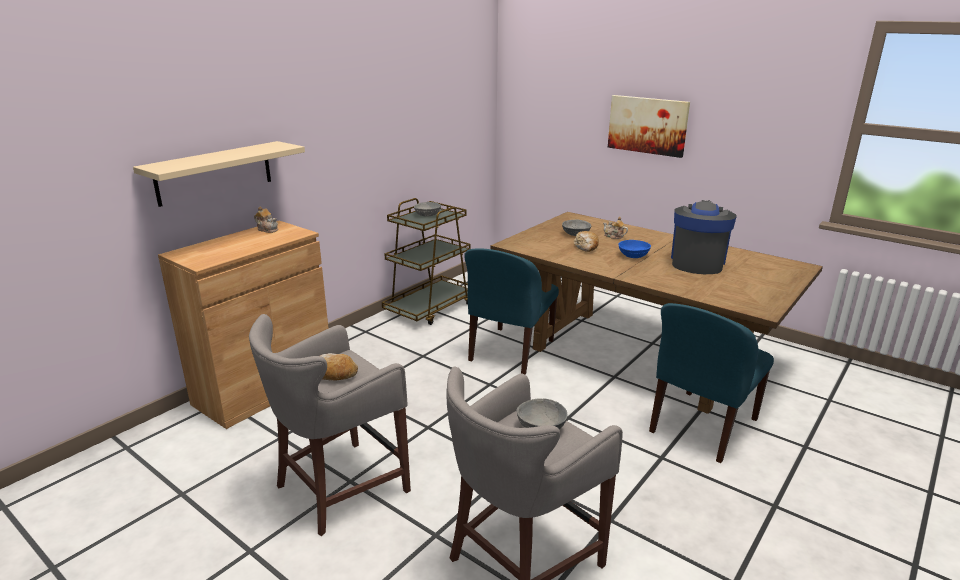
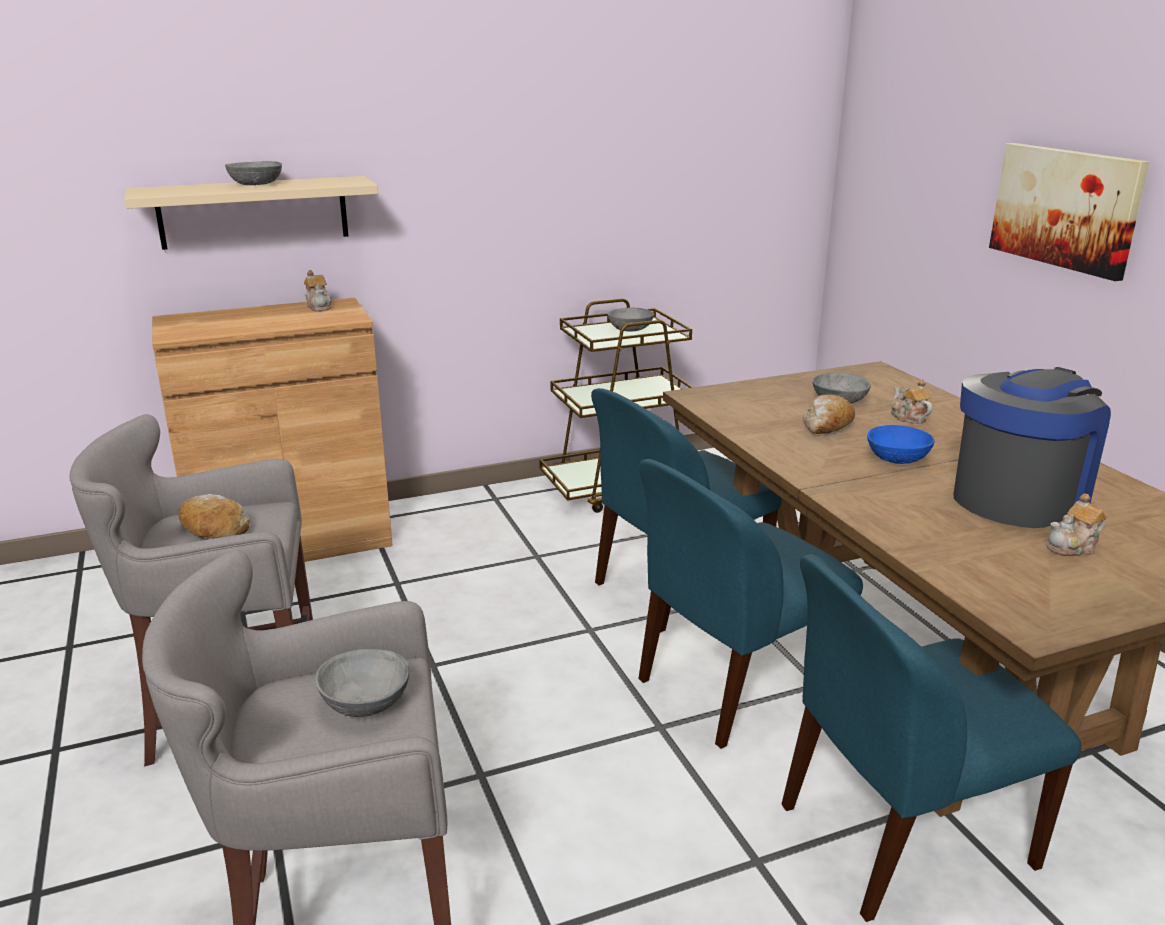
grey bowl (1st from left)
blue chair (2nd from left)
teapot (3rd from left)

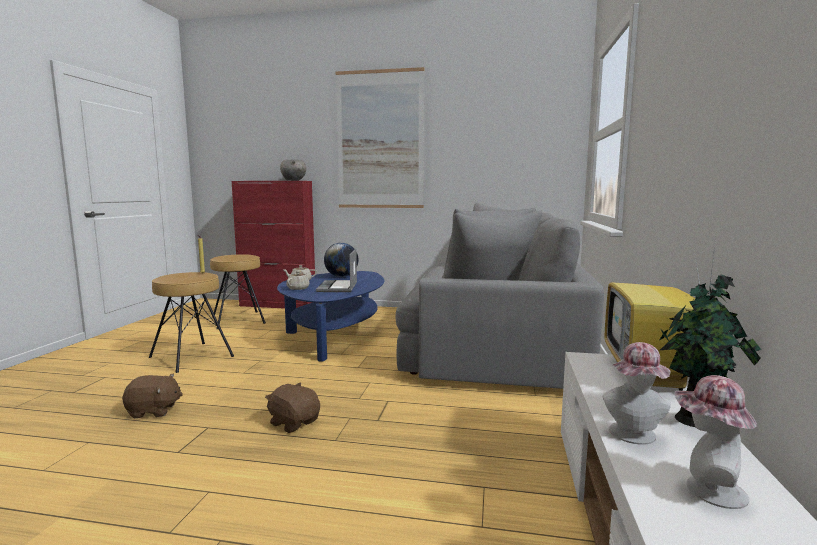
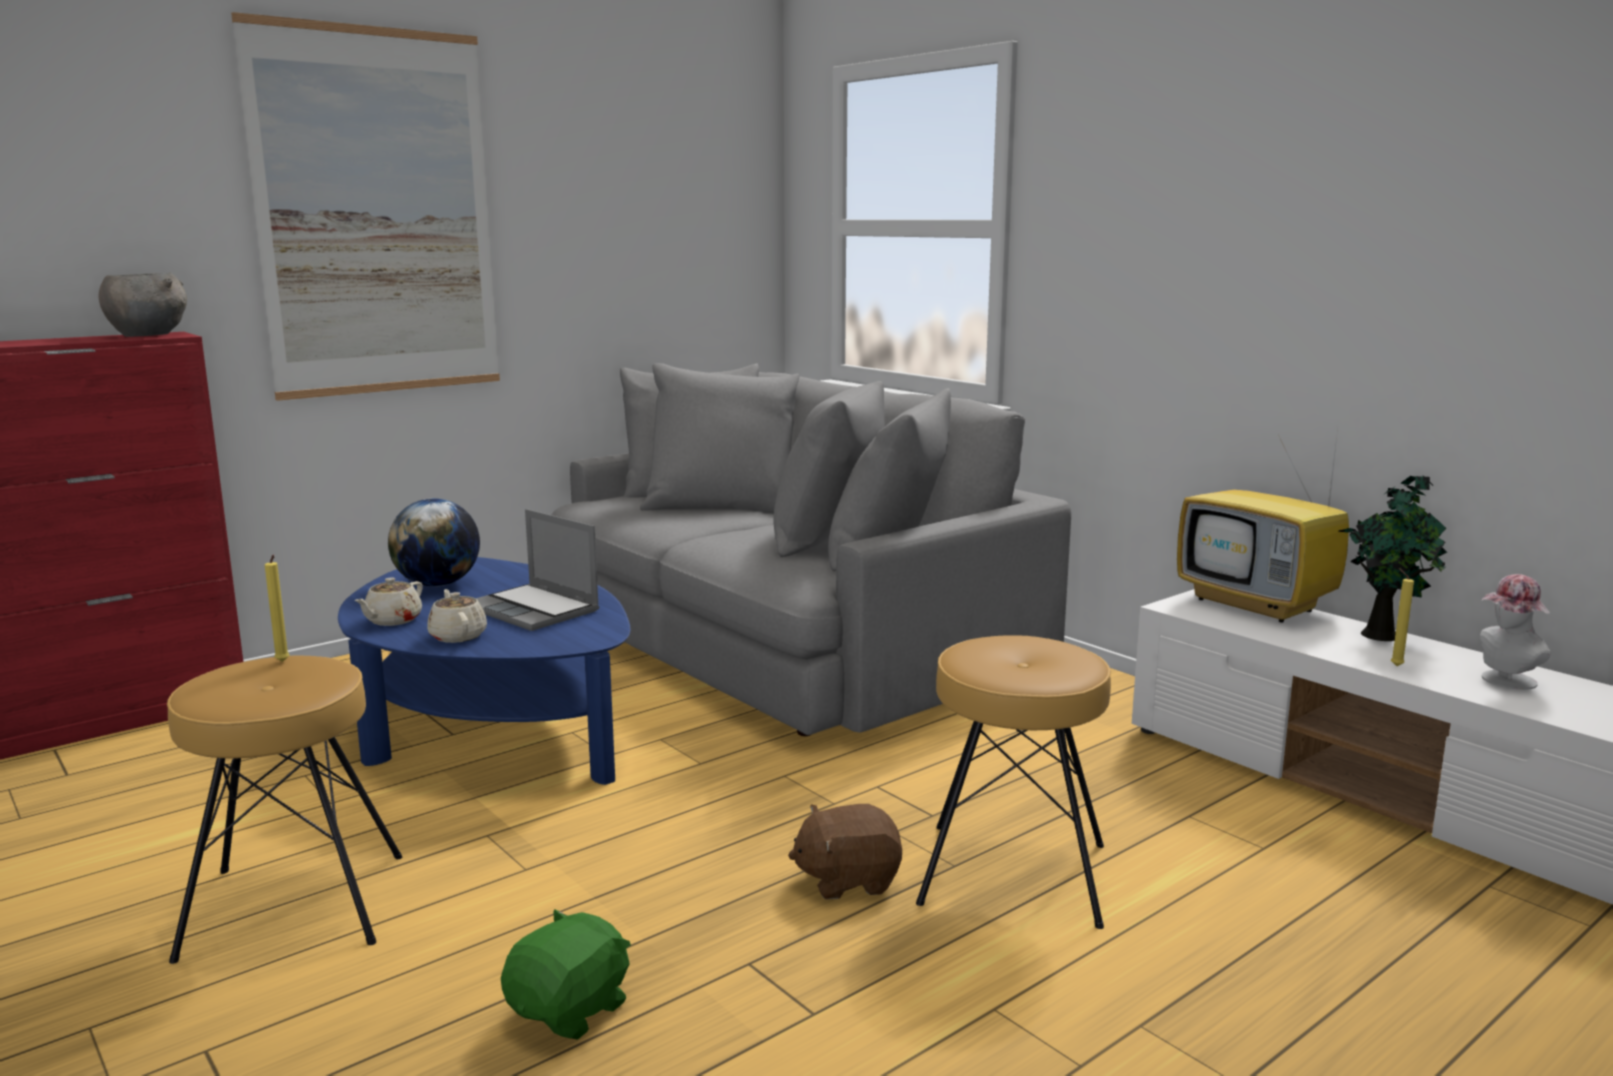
brown stool (2nd from left)
yellow candle (2nd from left)
green plush toy

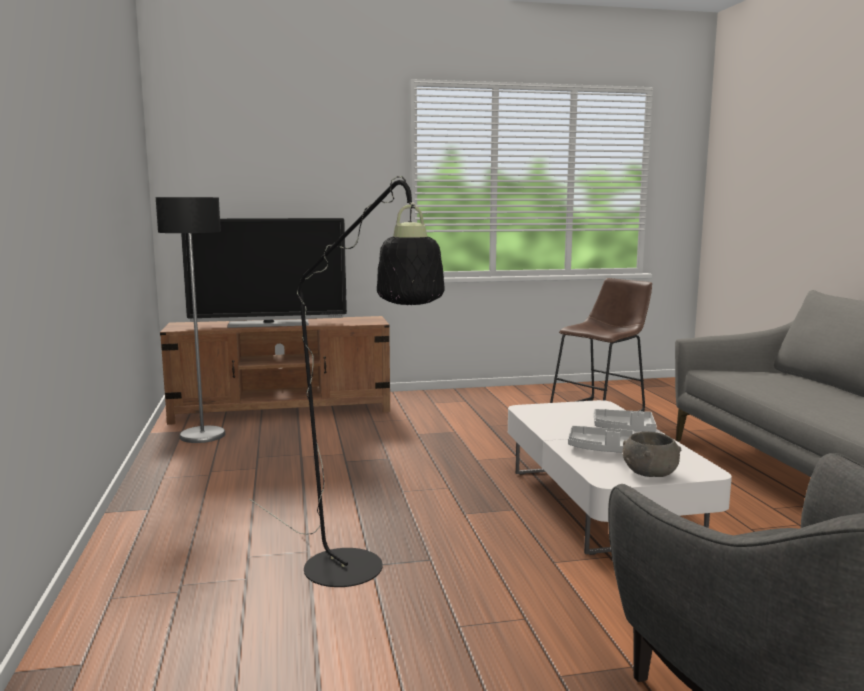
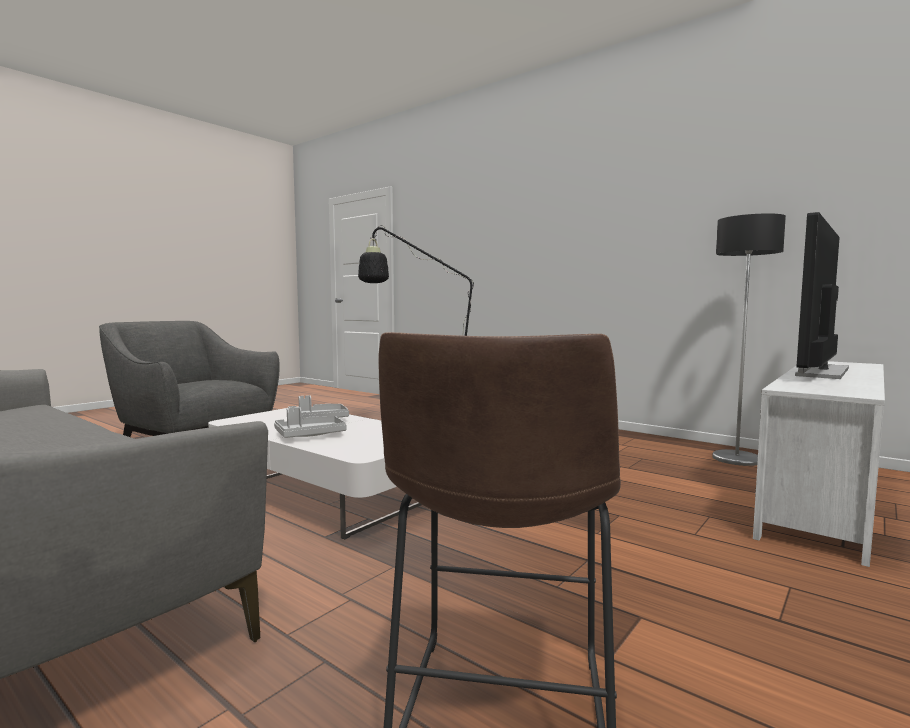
white tv stand
grey bowl

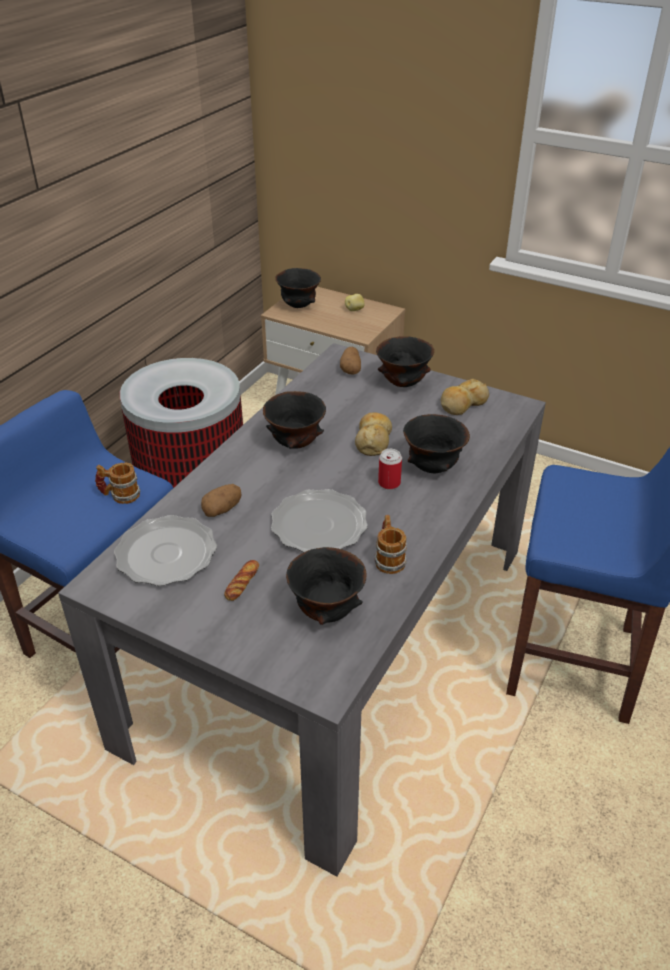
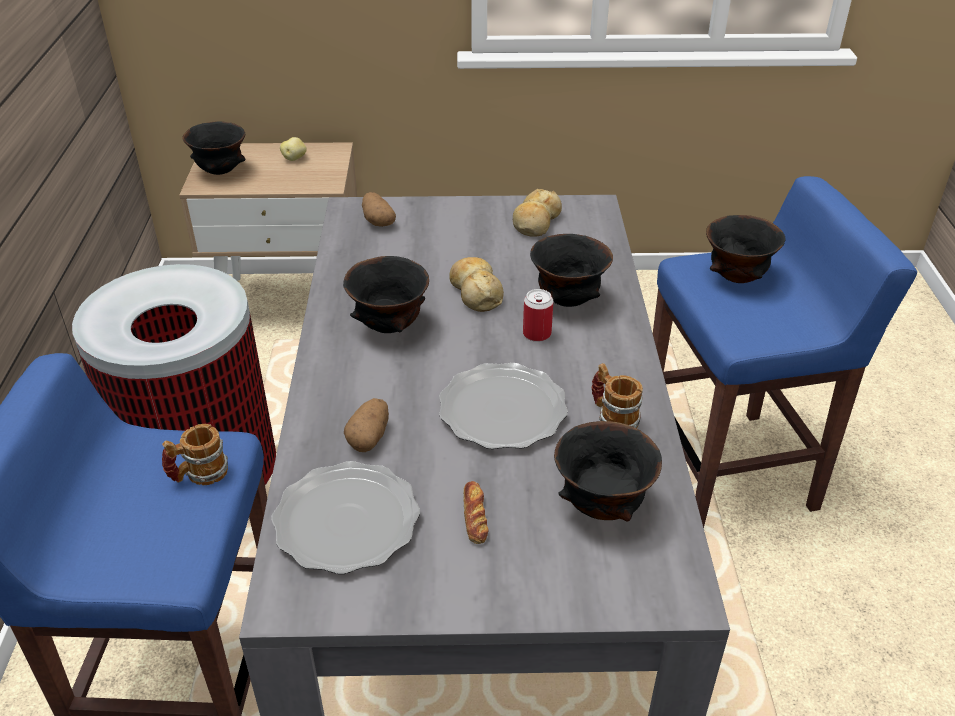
black bowl (5th from left)

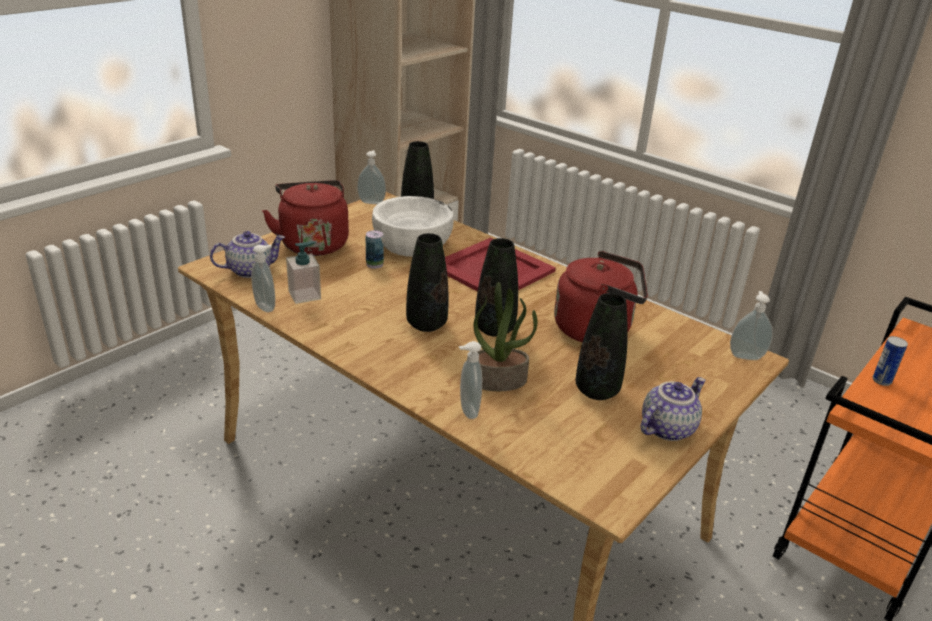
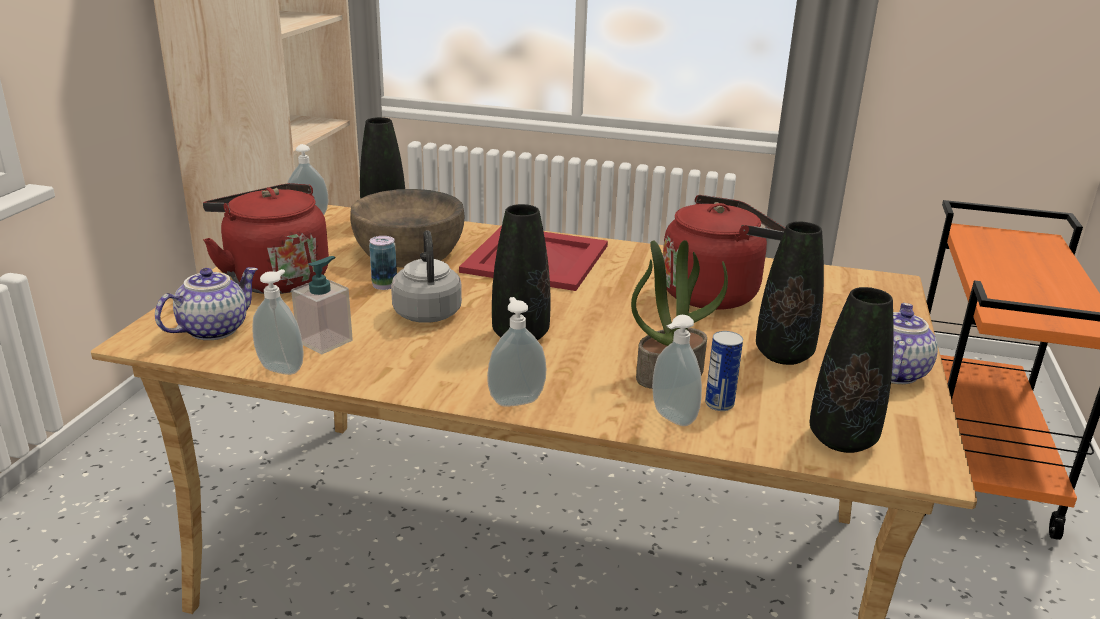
brown bowl
black vase (4th from left)
soap dispenser (4th from left)
can (2nd from left)
grey kettle

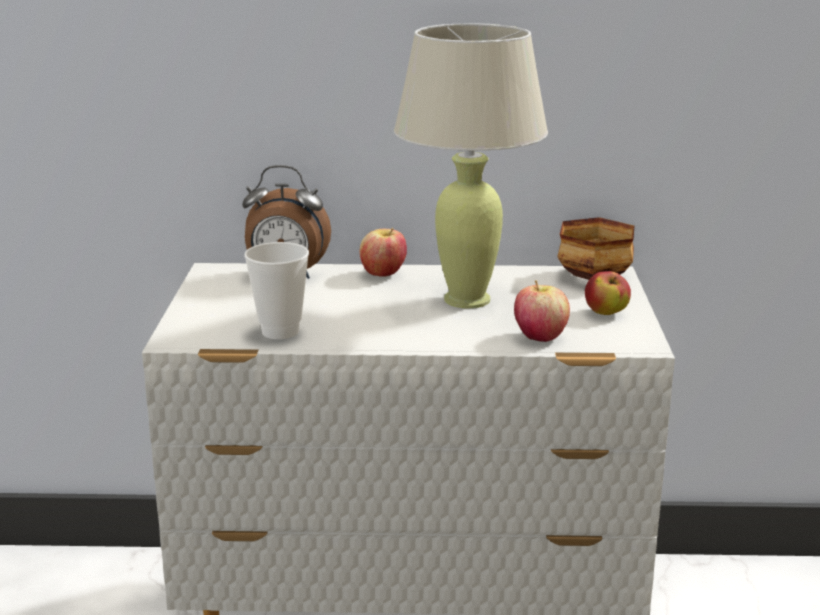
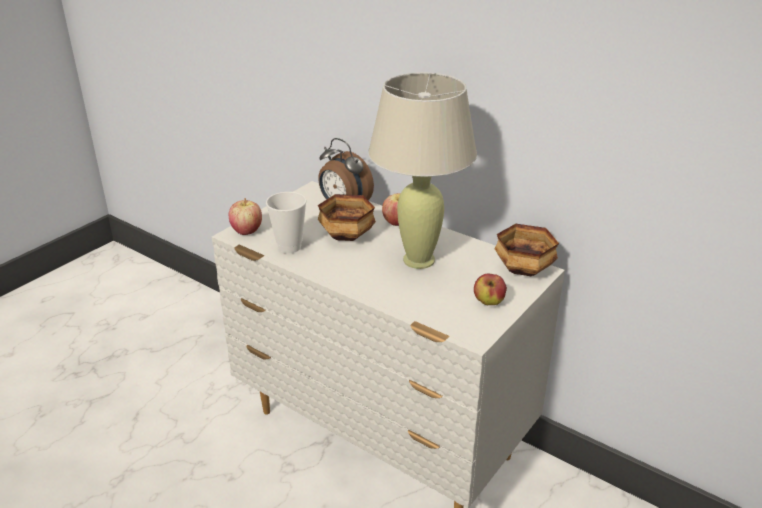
apple (1st from left)
bowl (1st from left)

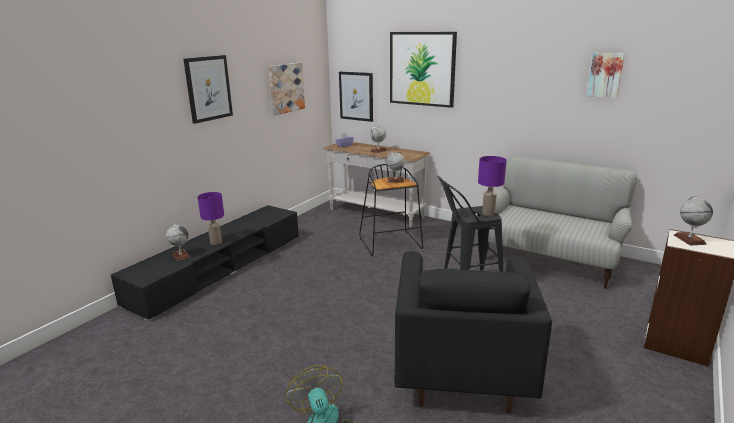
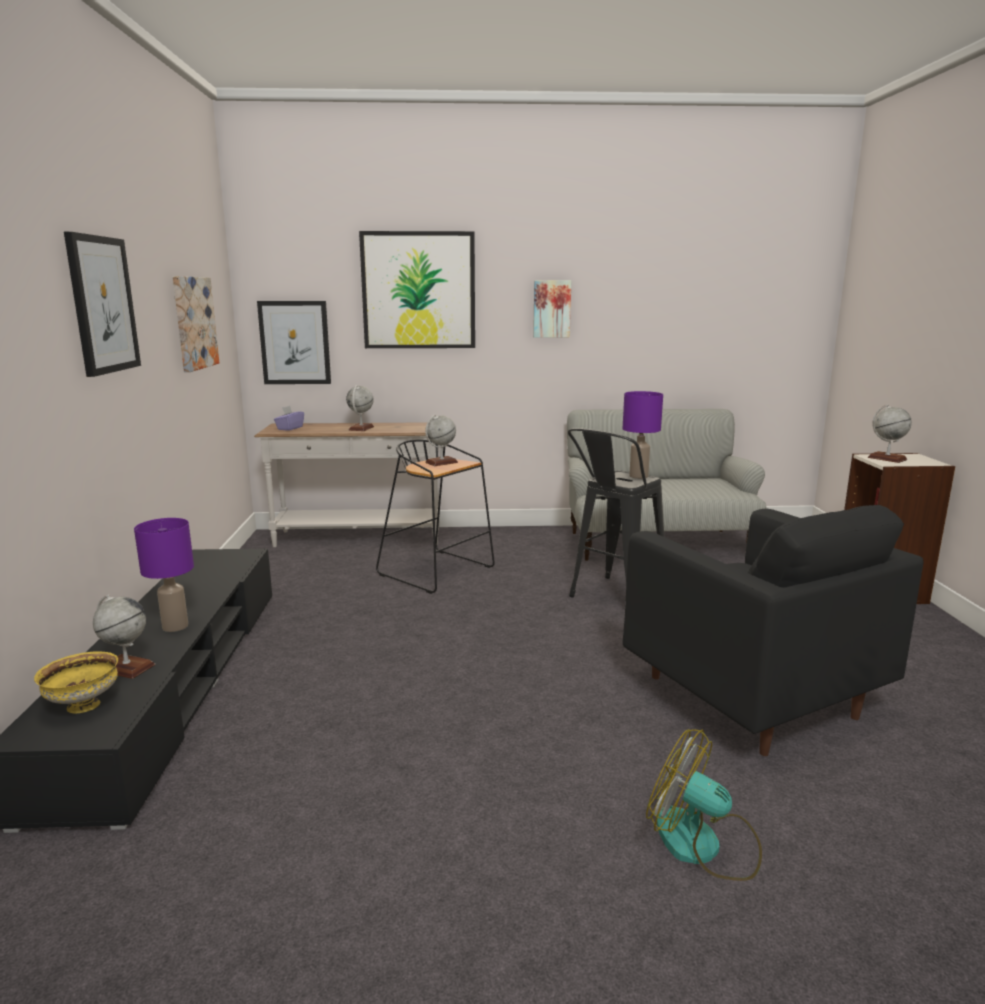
picture (5th from left)
yellow bowl

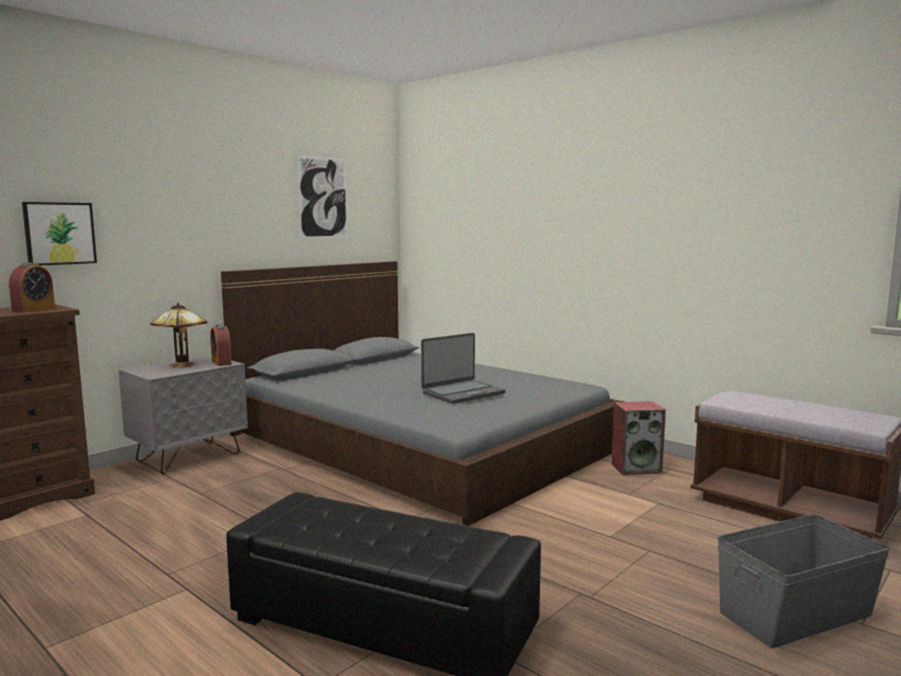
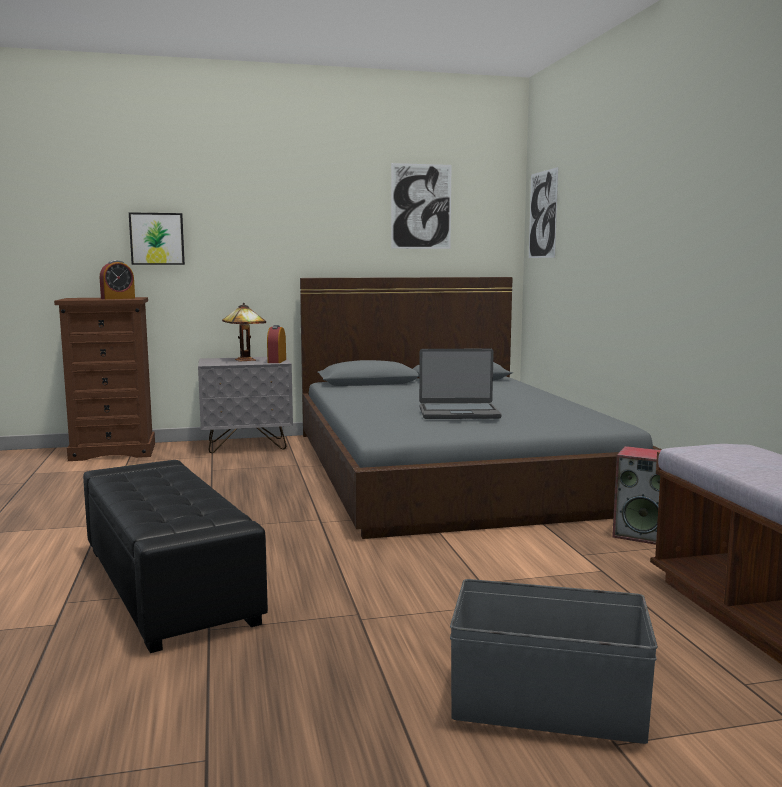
picture (3rd from left)

